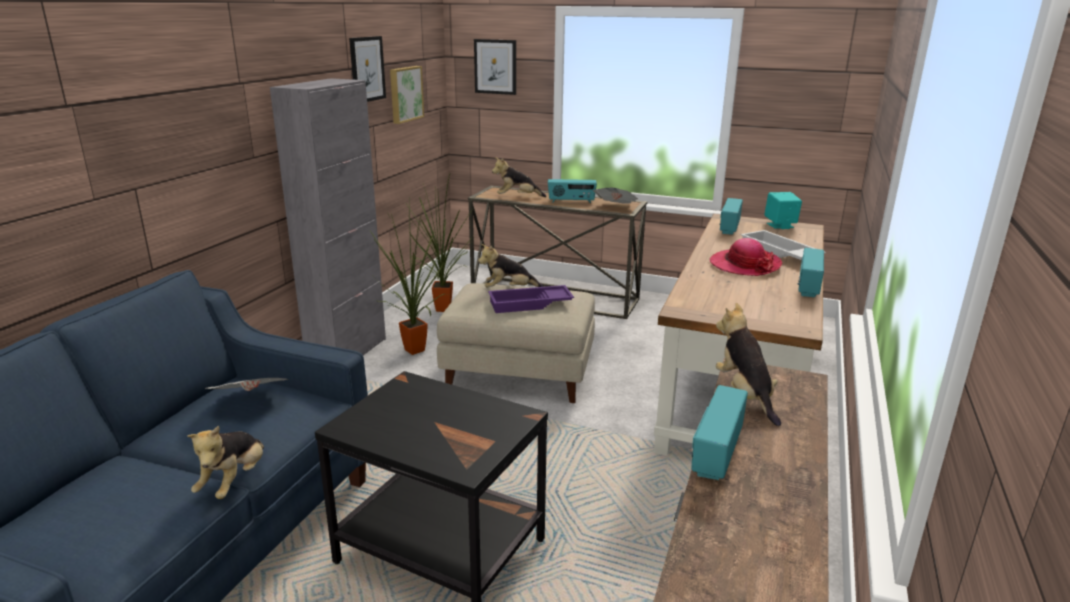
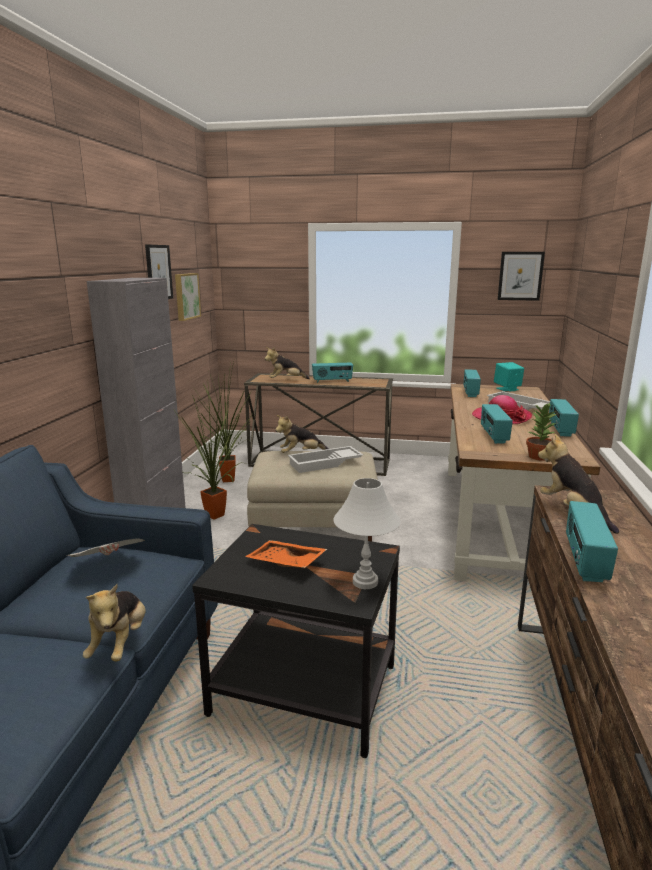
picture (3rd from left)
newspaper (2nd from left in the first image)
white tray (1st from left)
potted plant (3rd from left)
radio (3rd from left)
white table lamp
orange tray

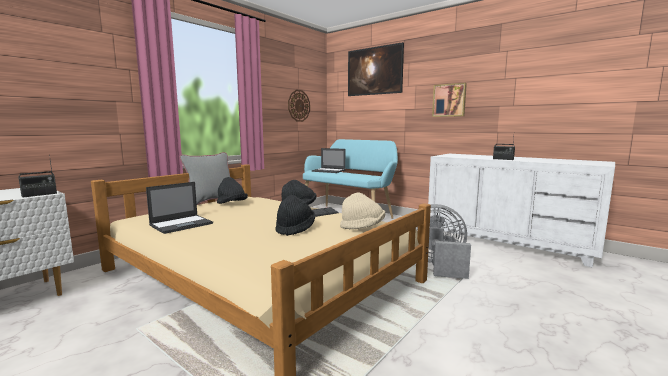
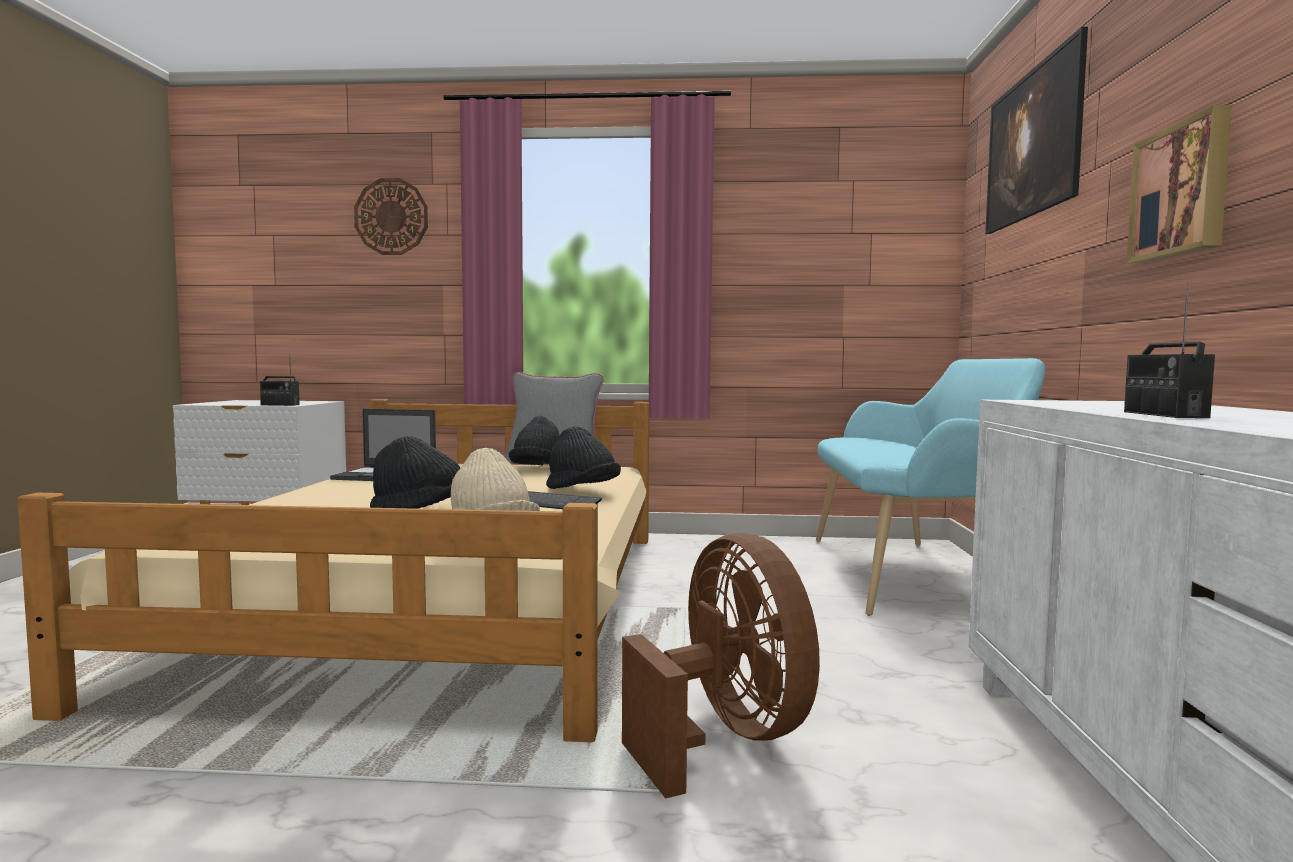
wall clock
laptop (2nd from left in the first image)
brown fan

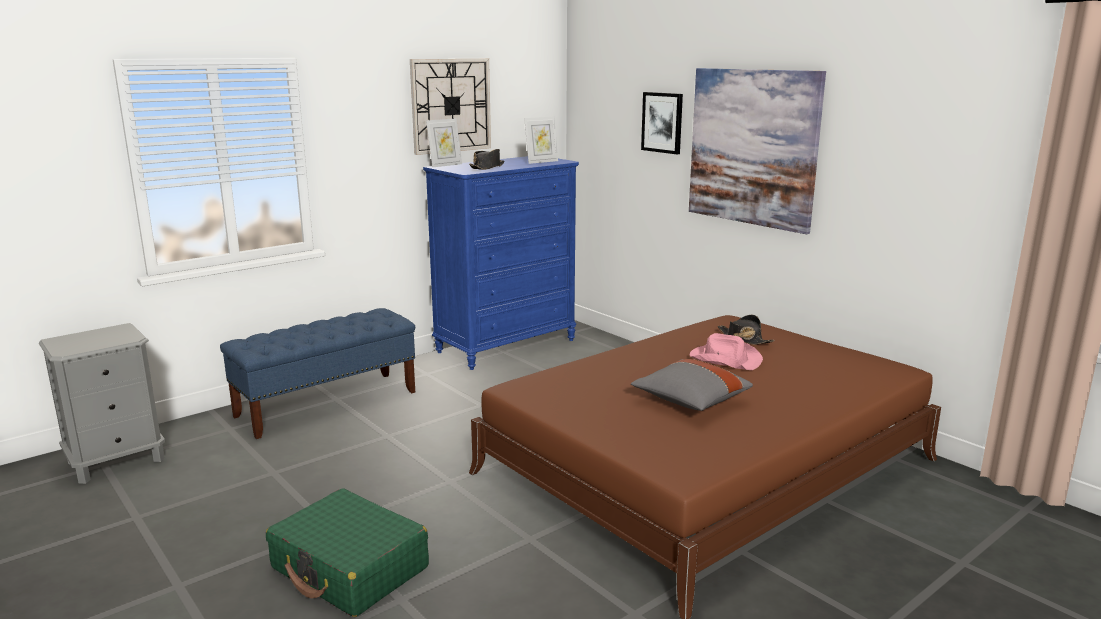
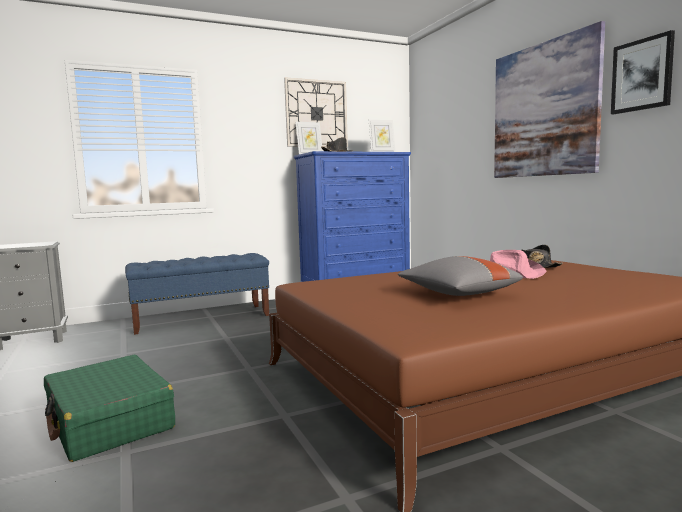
picture (2nd from left)

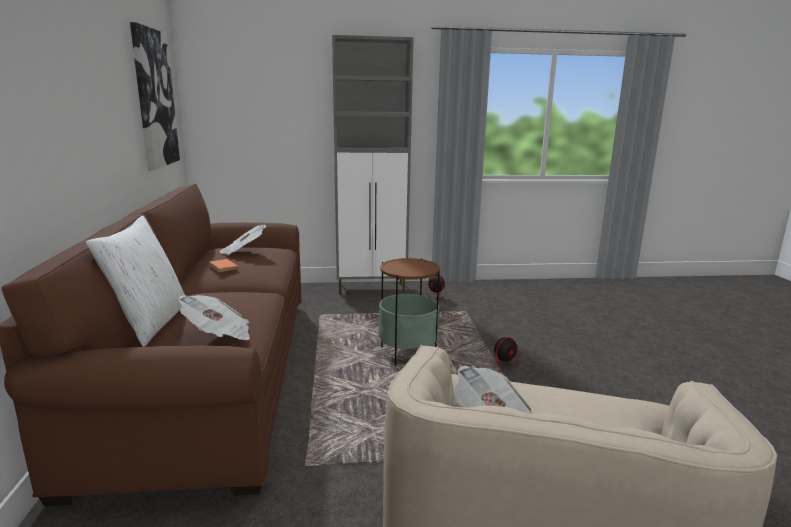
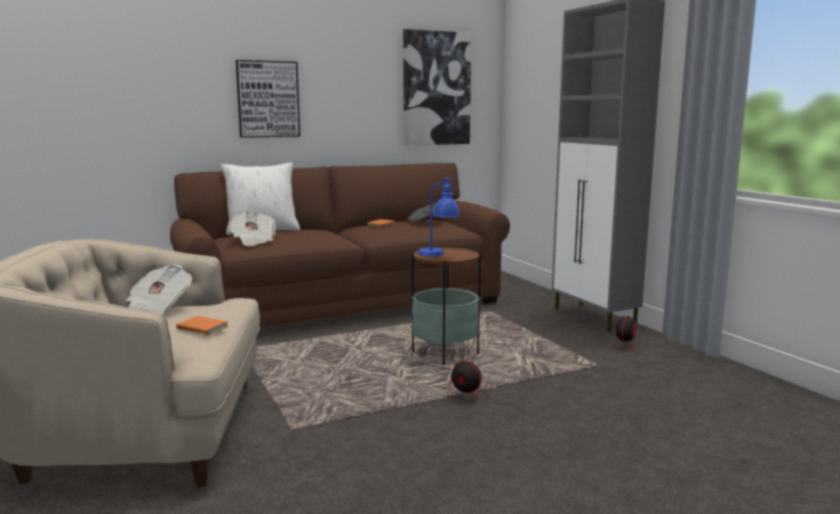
picture (1st from left)
blue table lamp
orange book (1st from left)

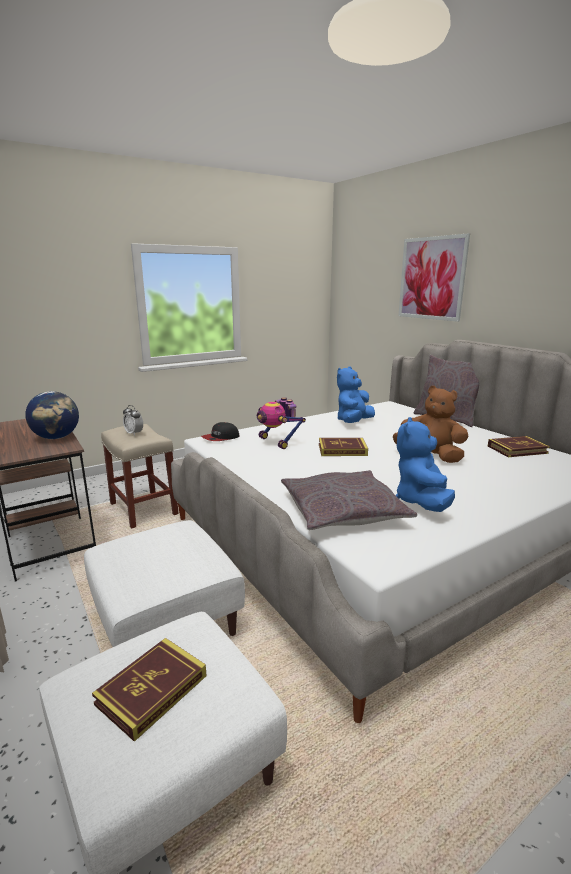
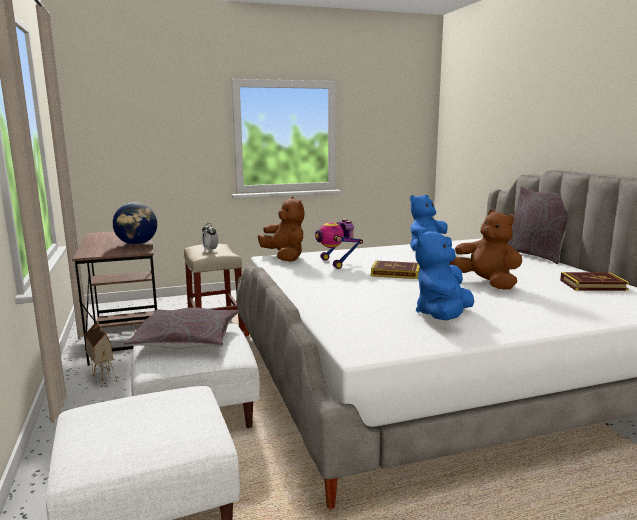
picture
brown plush toy (1st from left)
grey pillow (1st from left)
book (1st from left in the first image)
toy house

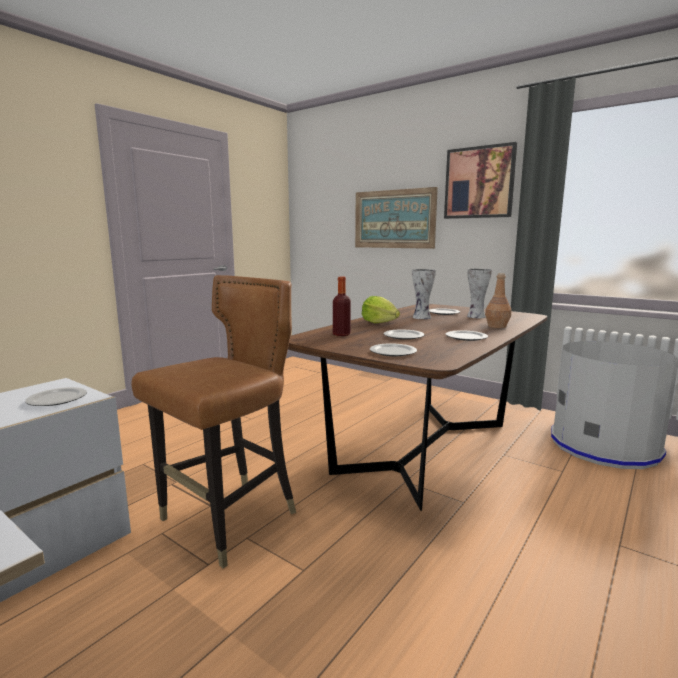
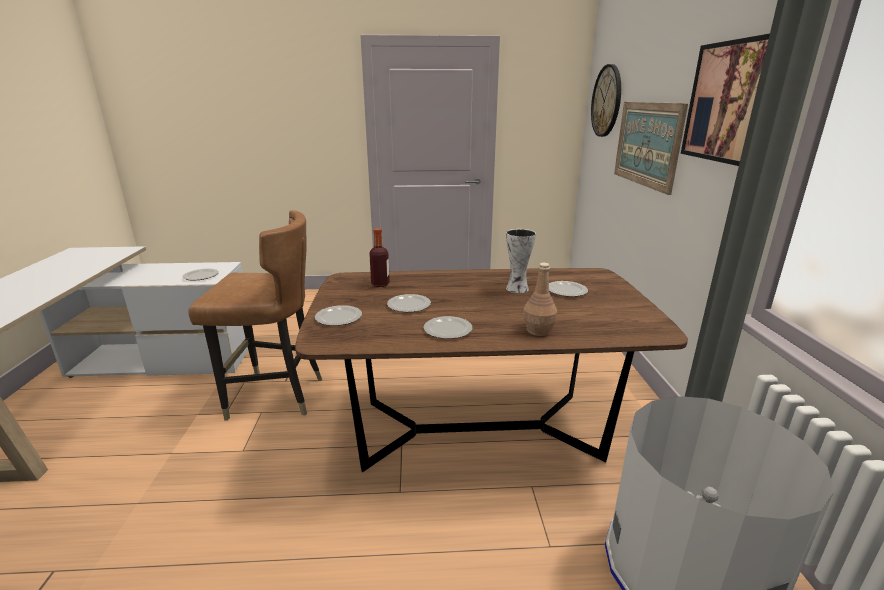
vase (2nd from left in the first image)
lettuce
wall clock

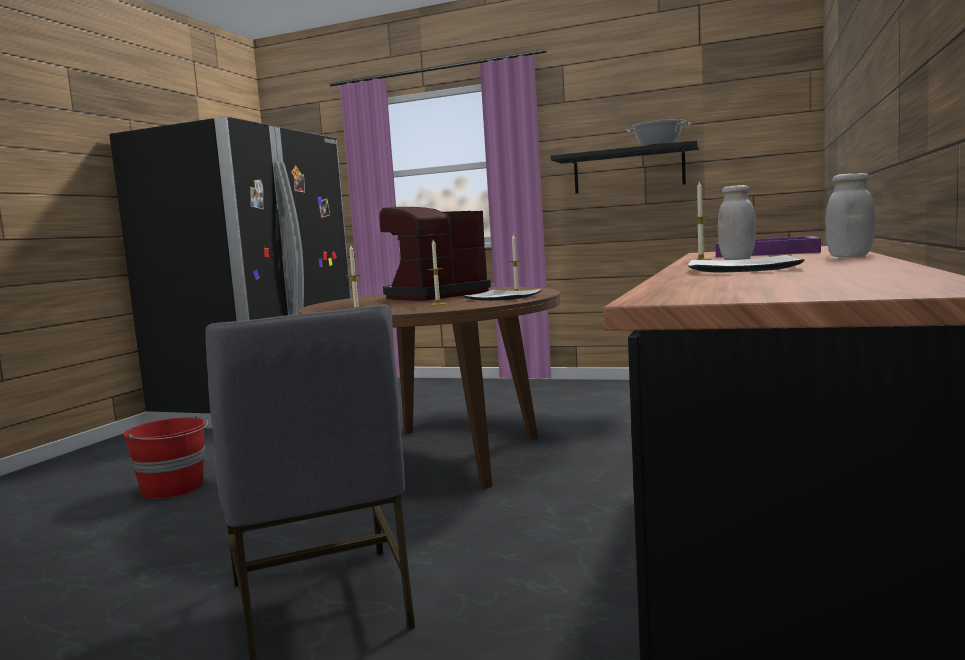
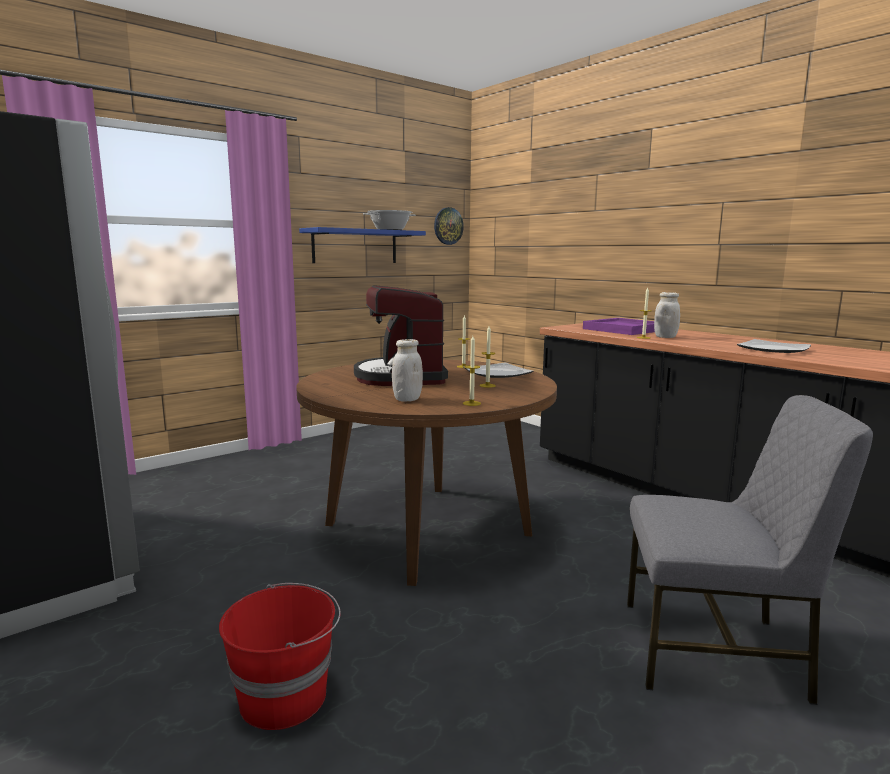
blue shelf
white jar (1st from left)
wall clock

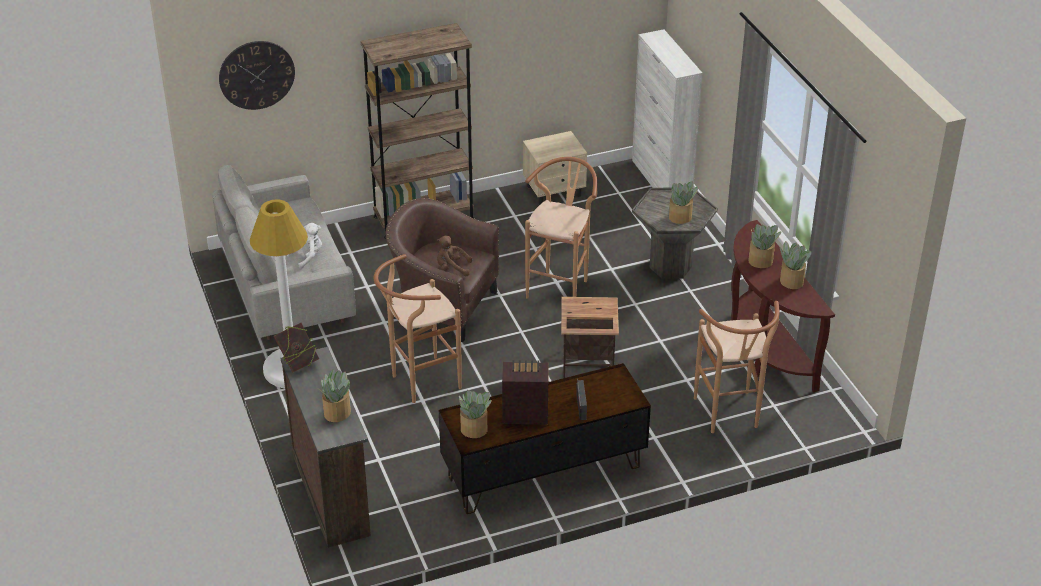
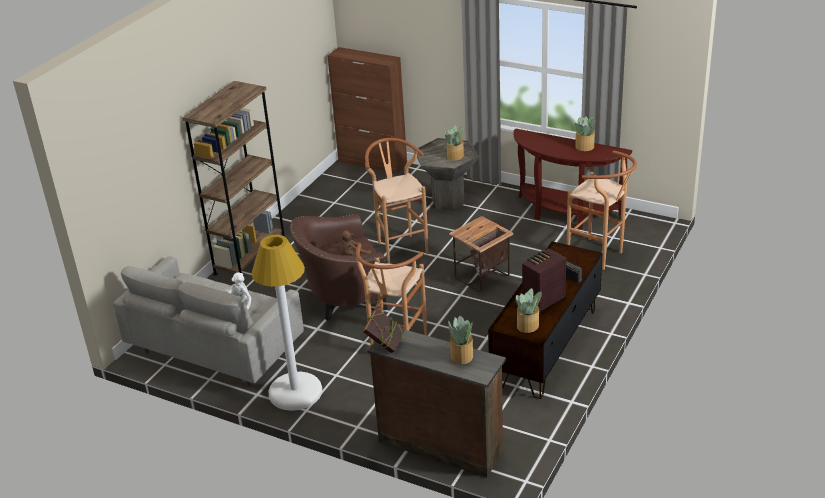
brown cabinet
wall clock
beige nightstand
potted plant (4th from left in the first image)

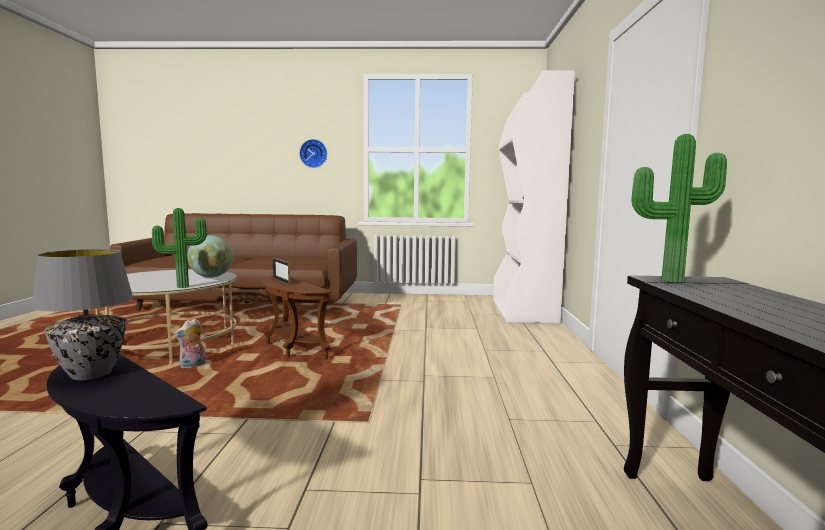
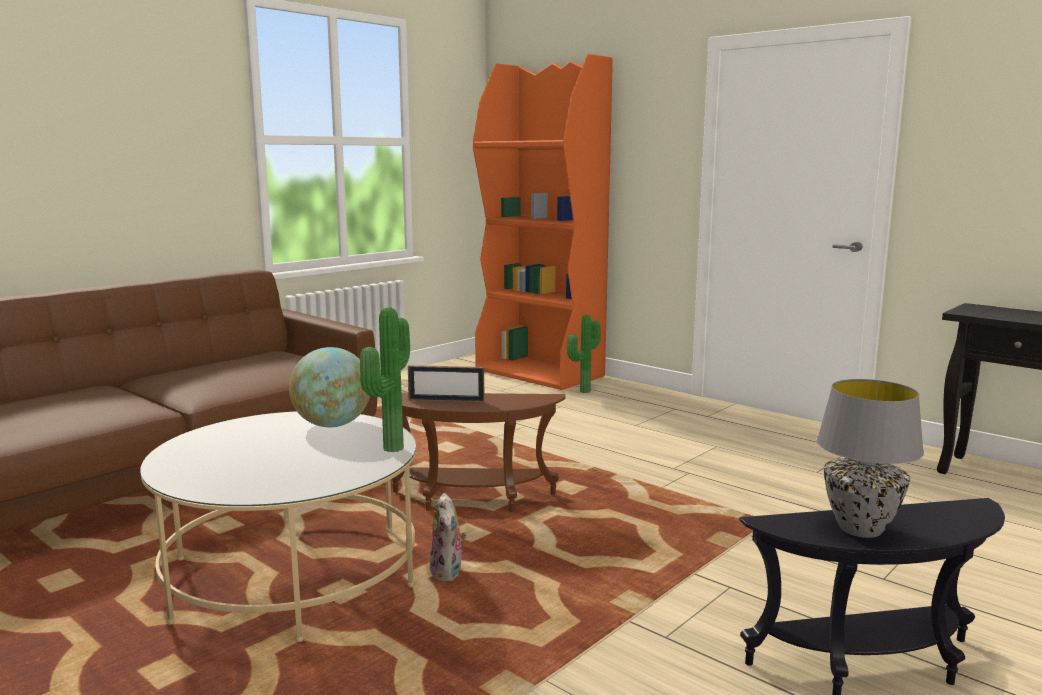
orange bookcase
potted plant (2nd from left)
wall clock

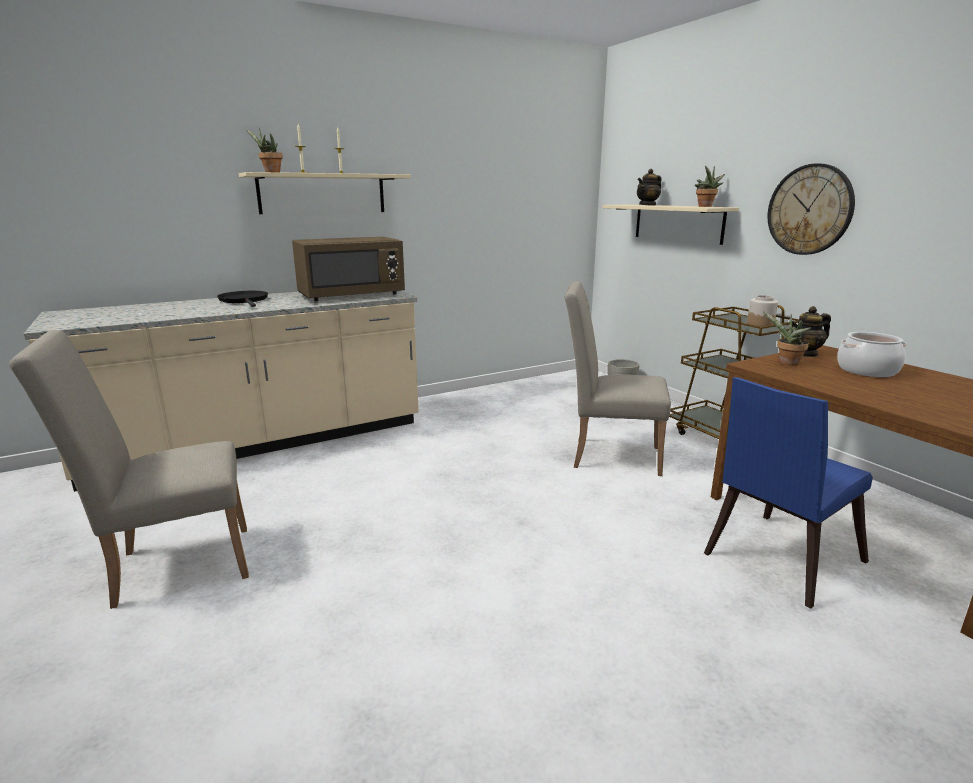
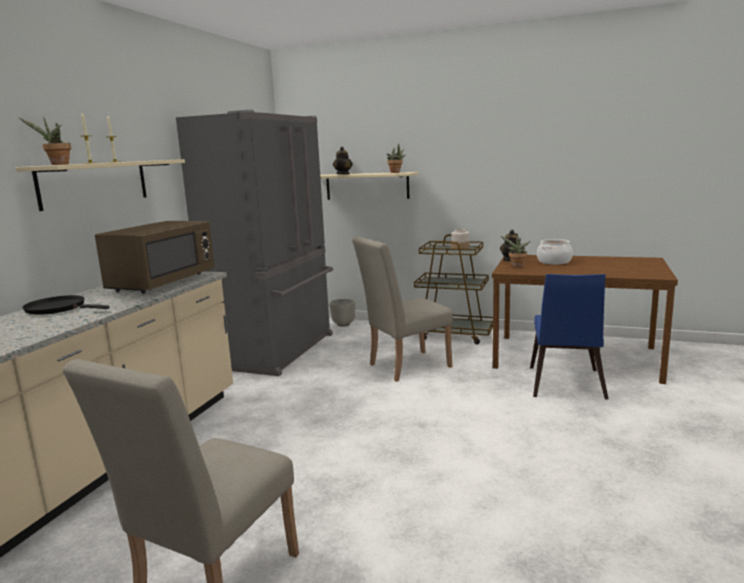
wall clock
grey fridge

